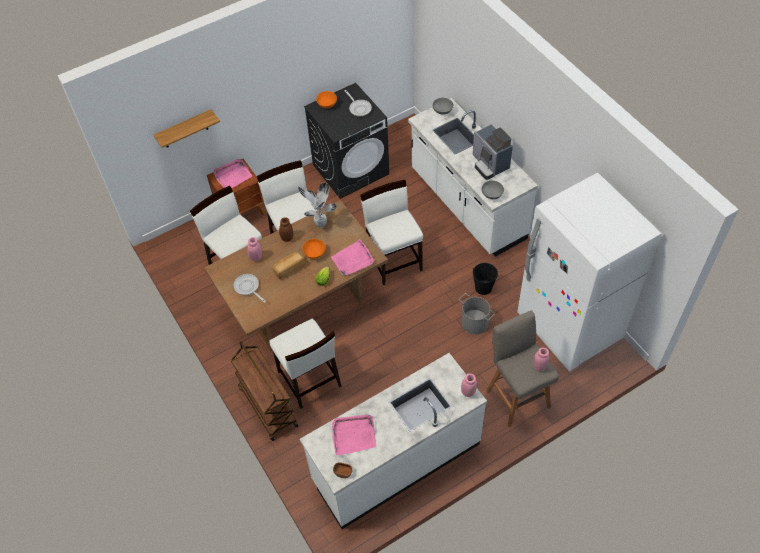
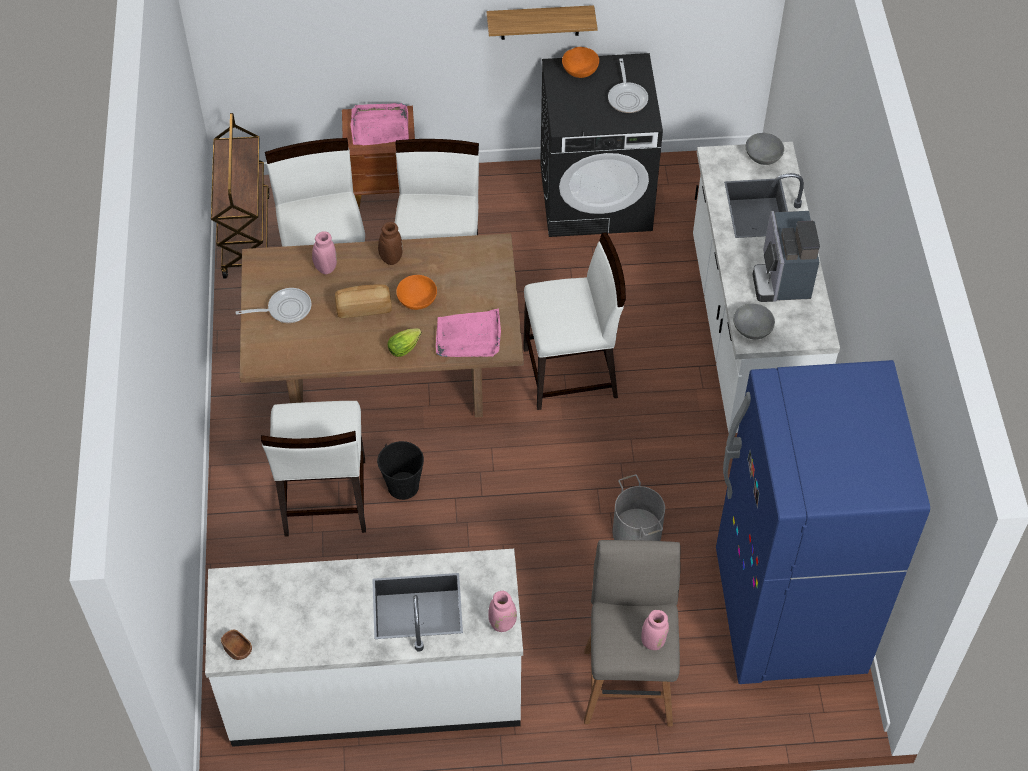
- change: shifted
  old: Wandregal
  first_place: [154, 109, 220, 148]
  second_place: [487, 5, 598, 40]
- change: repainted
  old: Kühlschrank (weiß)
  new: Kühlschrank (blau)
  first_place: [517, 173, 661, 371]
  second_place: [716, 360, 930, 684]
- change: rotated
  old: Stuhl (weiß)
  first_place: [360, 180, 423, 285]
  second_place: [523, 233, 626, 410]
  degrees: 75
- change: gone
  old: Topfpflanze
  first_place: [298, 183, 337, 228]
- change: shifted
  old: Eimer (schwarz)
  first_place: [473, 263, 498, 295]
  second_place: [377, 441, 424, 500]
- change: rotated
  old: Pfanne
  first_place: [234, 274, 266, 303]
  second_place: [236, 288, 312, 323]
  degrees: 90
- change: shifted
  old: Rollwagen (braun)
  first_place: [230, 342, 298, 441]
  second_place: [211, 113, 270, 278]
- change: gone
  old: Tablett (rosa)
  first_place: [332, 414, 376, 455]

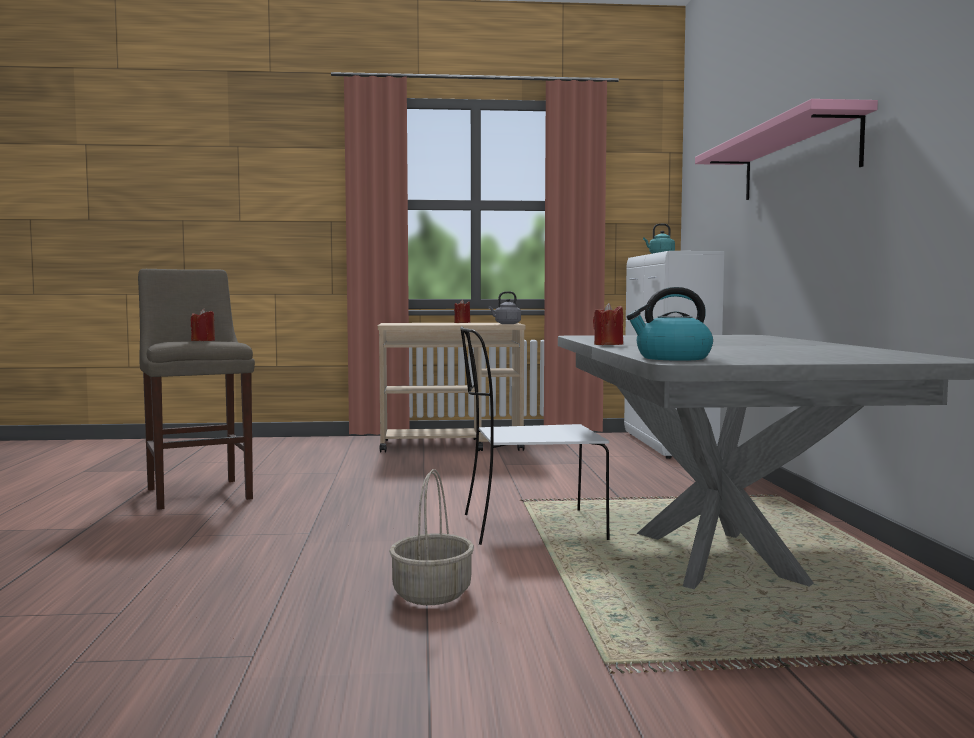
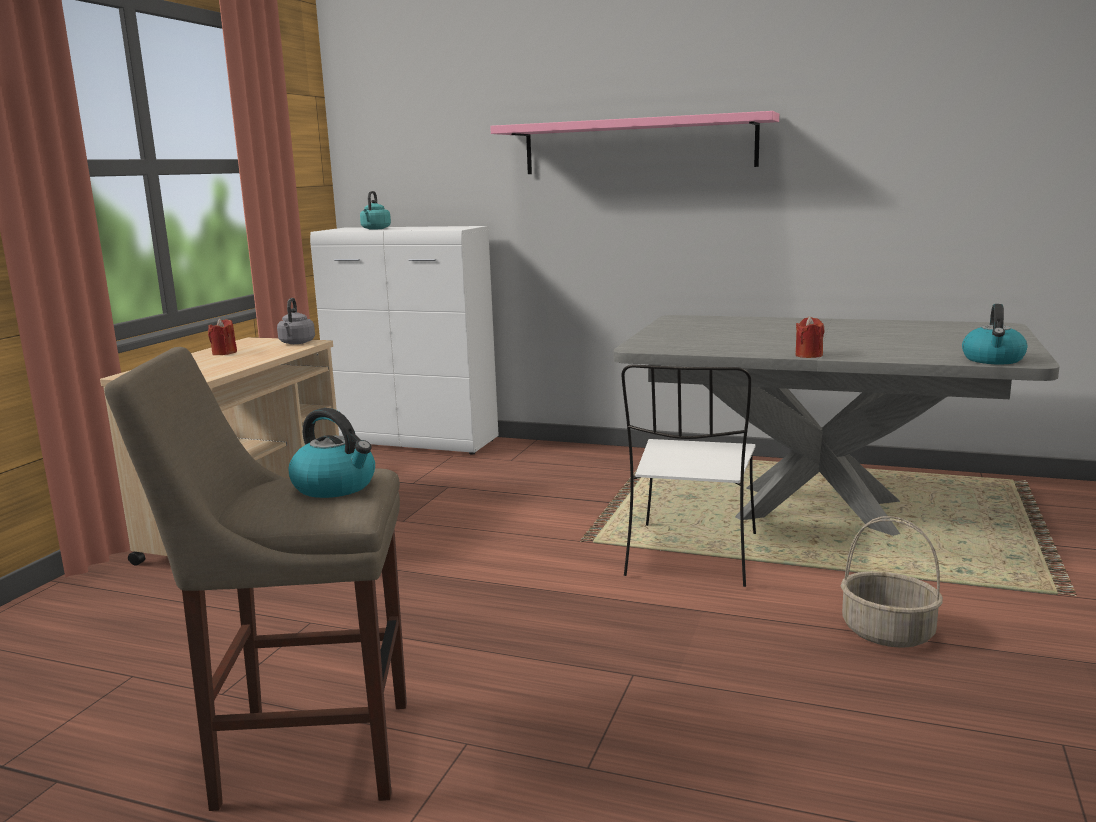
- change: swapped
  old: Kerze (rot)
  new: Wasserkessel
  first_place: [191, 309, 215, 341]
  second_place: [288, 408, 375, 498]

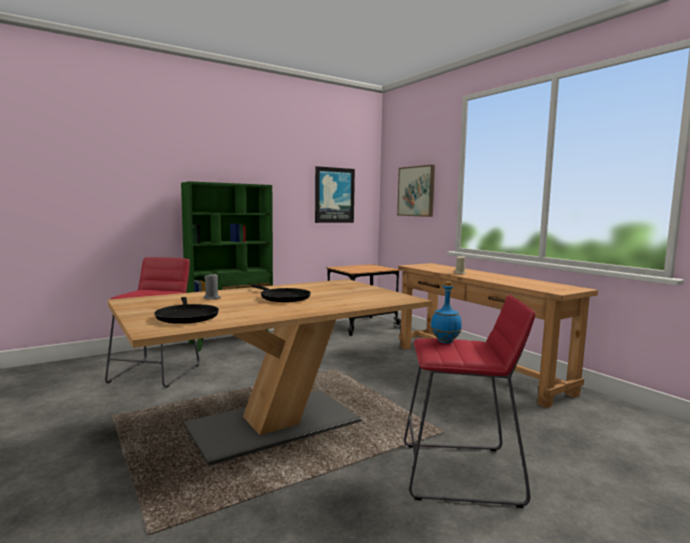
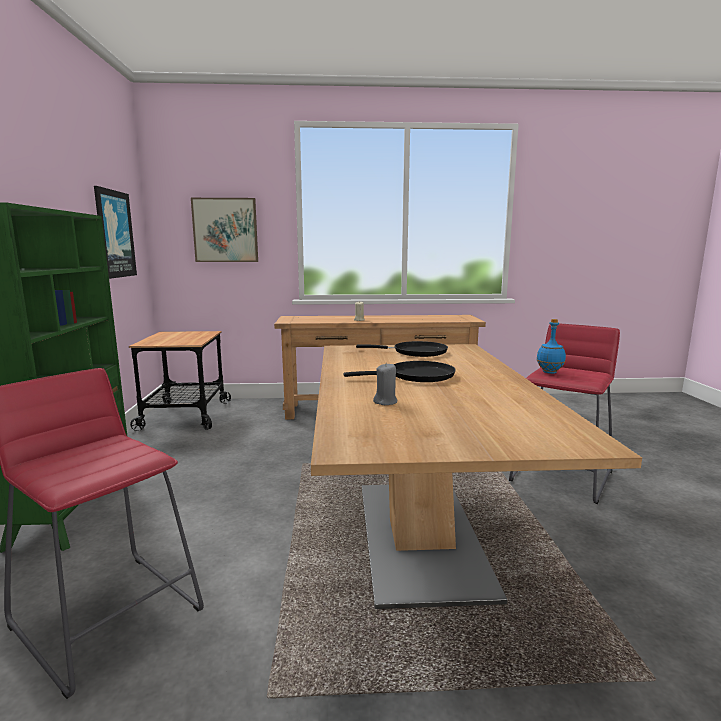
- change: shifted
  old: Pfanne (schwarz)
  first_place: [154, 297, 219, 324]
  second_place: [356, 341, 448, 357]

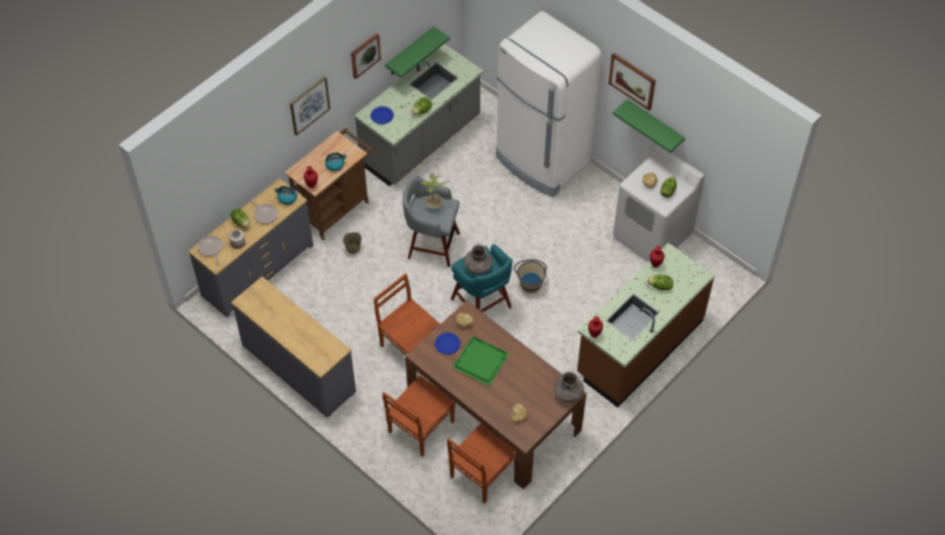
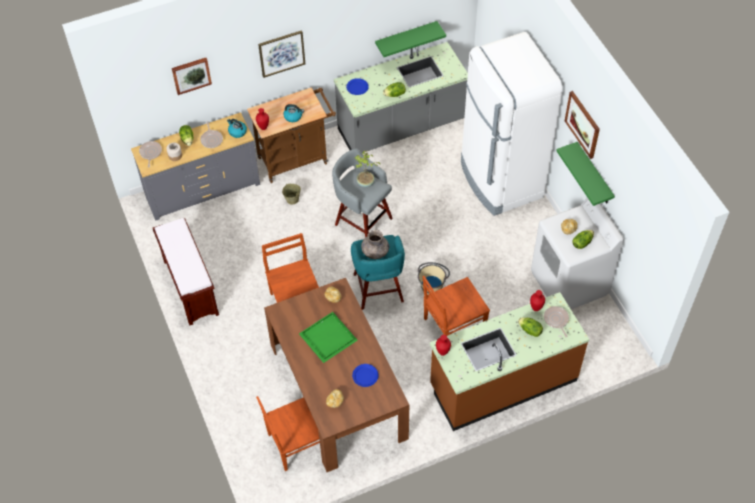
- change: shifted
  old: Bild
  first_place: [351, 33, 381, 79]
  second_place: [172, 58, 212, 95]
- change: swapped
  old: Kommode (grau)
  new: Bank (braun)
  first_place: [231, 277, 356, 418]
  second_place: [153, 218, 219, 326]
- change: shifted
  old: Teller (blau)
  first_place: [435, 332, 460, 354]
  second_place: [352, 364, 378, 387]
- change: gone
  old: Vase (grau)
  first_place: [554, 371, 584, 403]
- change: shifted
  old: Stuhl (braun)
  first_place: [382, 375, 455, 457]
  second_place: [423, 276, 490, 336]
- change: new
  new: Pfanne
  second_place: [544, 306, 569, 337]

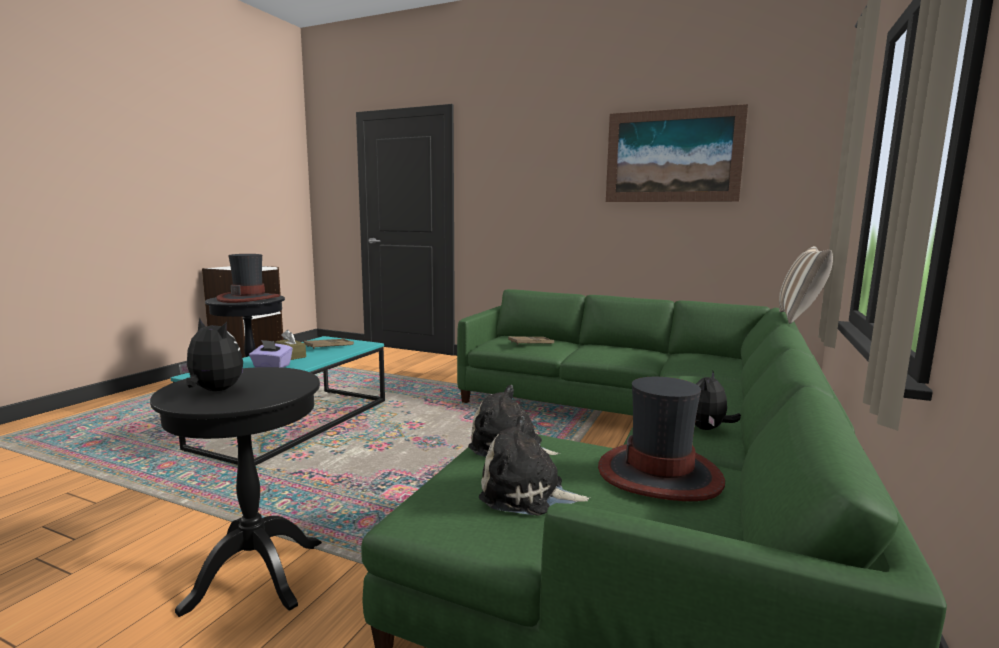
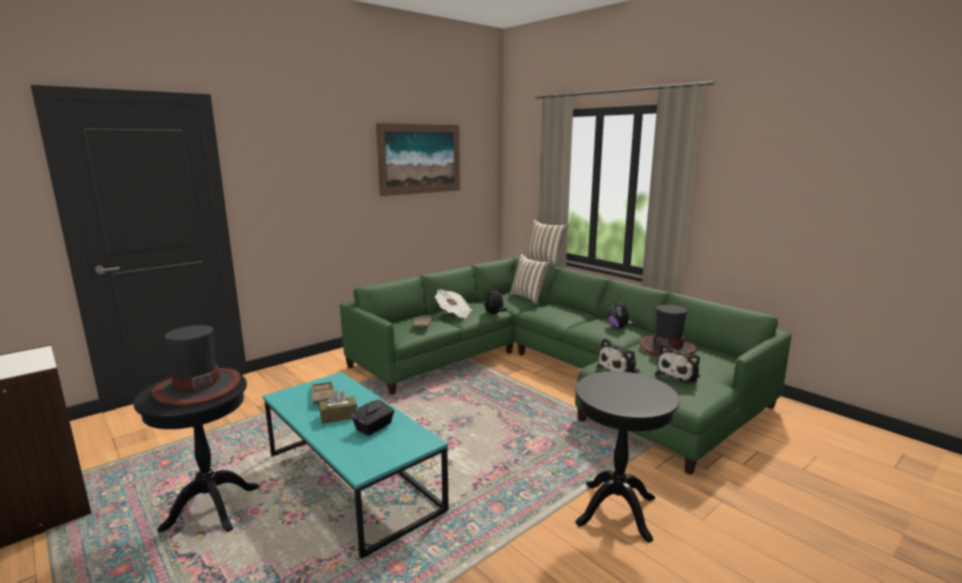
- change: shifted
  old: Plüschtier
  first_place: [179, 318, 243, 391]
  second_place: [485, 288, 507, 314]
- change: repainted
  old: Taschentuchbox (lila)
  new: Taschentuchbox (schwarz)
  first_place: [249, 340, 293, 368]
  second_place: [351, 400, 394, 436]
- change: new
  new: Kissen
  second_place: [510, 254, 551, 304]
- change: new
  new: Zeitung
  second_place: [435, 289, 472, 318]

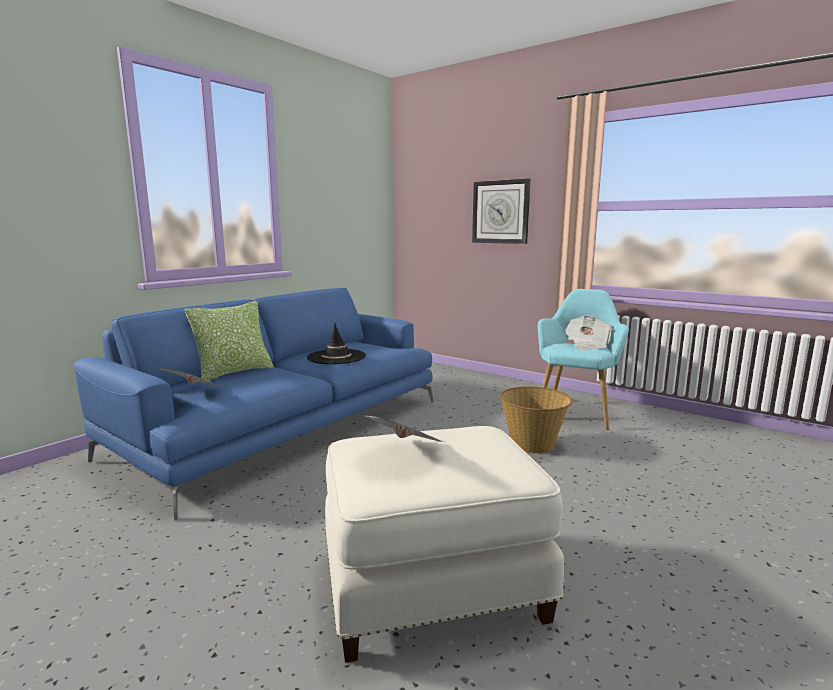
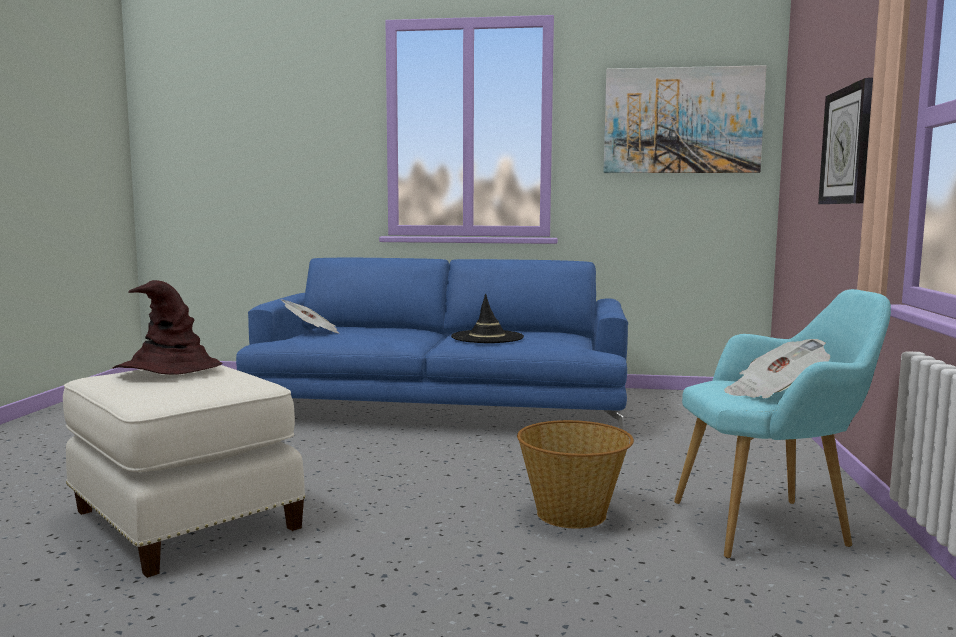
- change: gone
  old: Kissen
  first_place: [185, 301, 274, 380]
- change: swapped
  old: Zeitung
  new: Hut (braun)
  first_place: [355, 415, 446, 443]
  second_place: [112, 280, 222, 375]
- change: new
  new: Bild
  second_place: [603, 65, 766, 173]

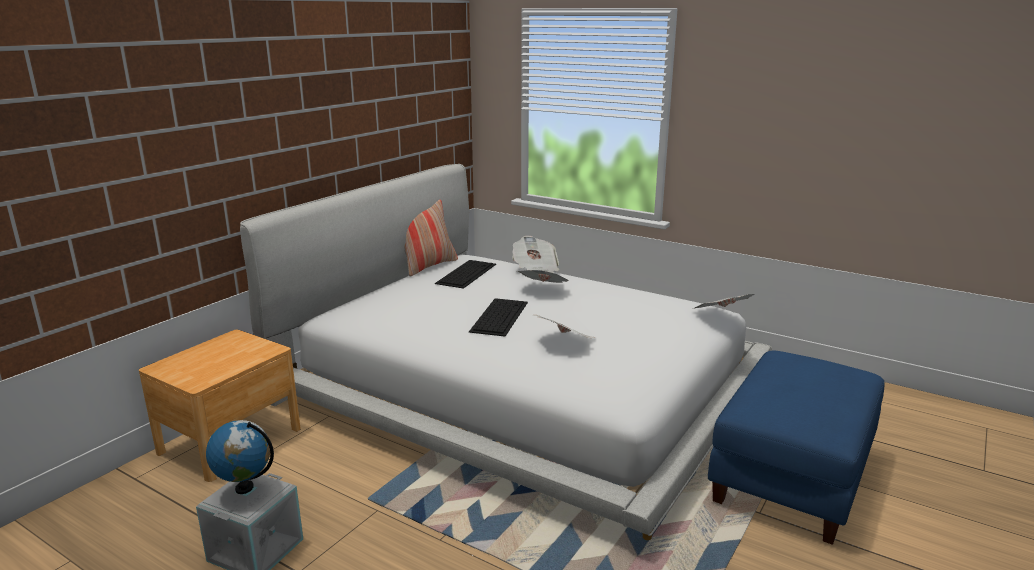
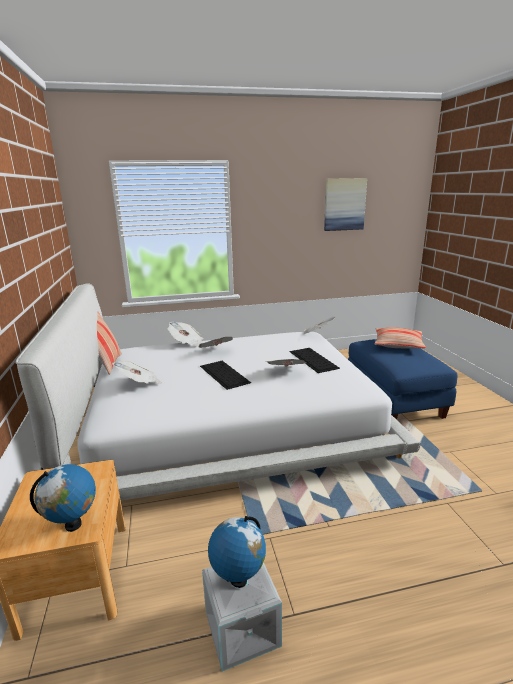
- change: shifted
  old: Tastatur
  first_place: [435, 260, 496, 289]
  second_place: [290, 348, 340, 373]
- change: new
  new: Bild
  second_place: [324, 178, 367, 231]
- change: new
  new: Kissen
  second_place: [374, 327, 426, 349]
- change: new
  new: Zeitung
  second_place: [112, 361, 162, 384]
- change: new
  new: Globus
  second_place: [30, 464, 96, 532]

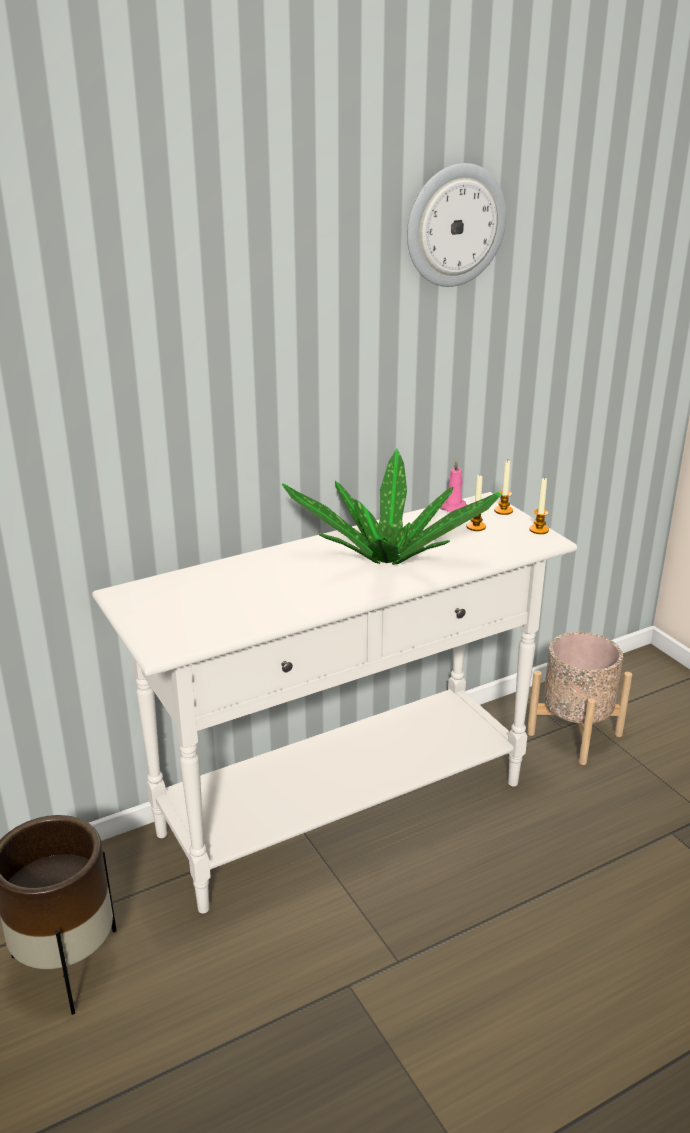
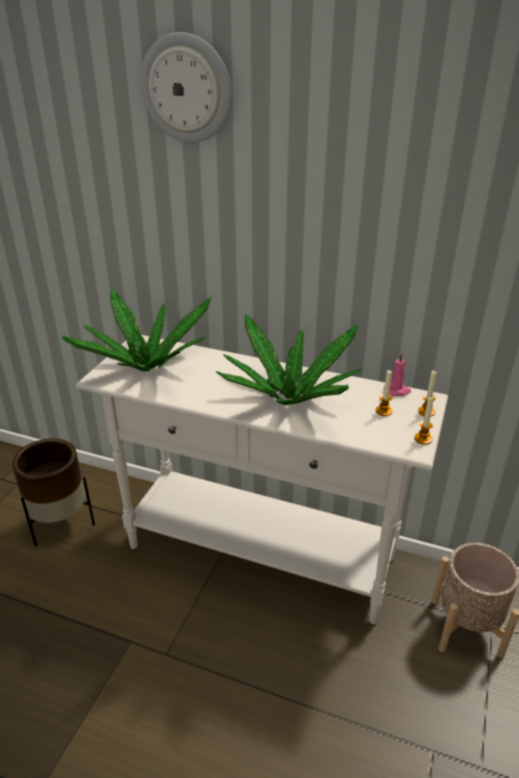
- change: shifted
  old: Wanduhr
  first_place: [407, 163, 506, 287]
  second_place: [140, 32, 231, 143]
- change: new
  new: Topfpflanze
  second_place: [62, 288, 211, 371]

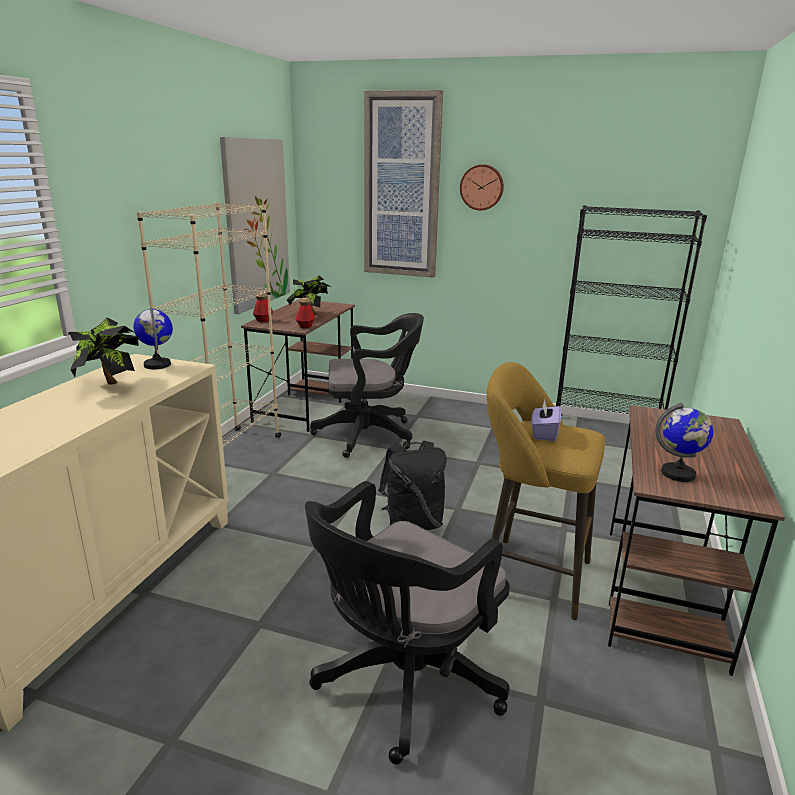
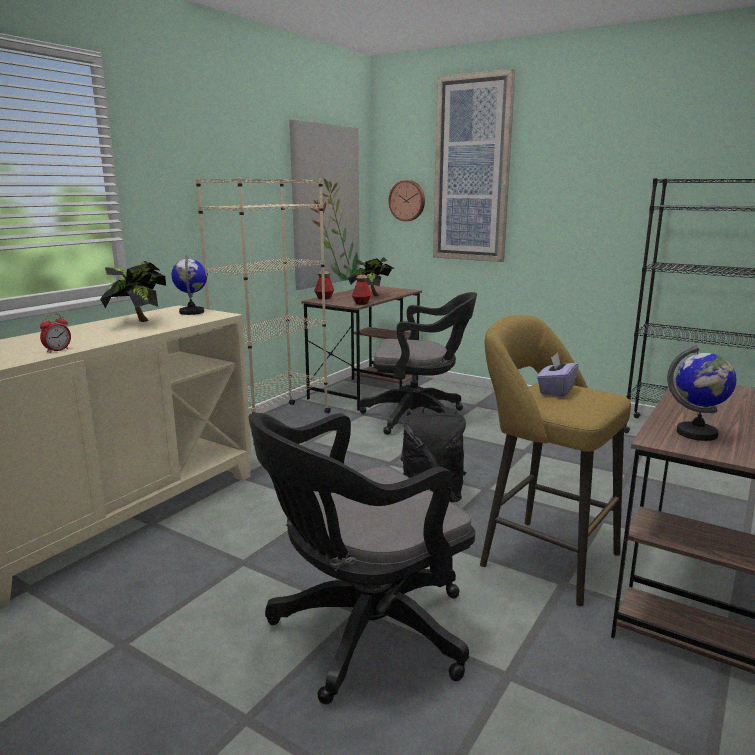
- change: shifted
  old: Wanduhr
  first_place: [460, 164, 504, 211]
  second_place: [388, 180, 425, 221]
- change: new
  new: Wecker
  second_place: [40, 313, 71, 353]

